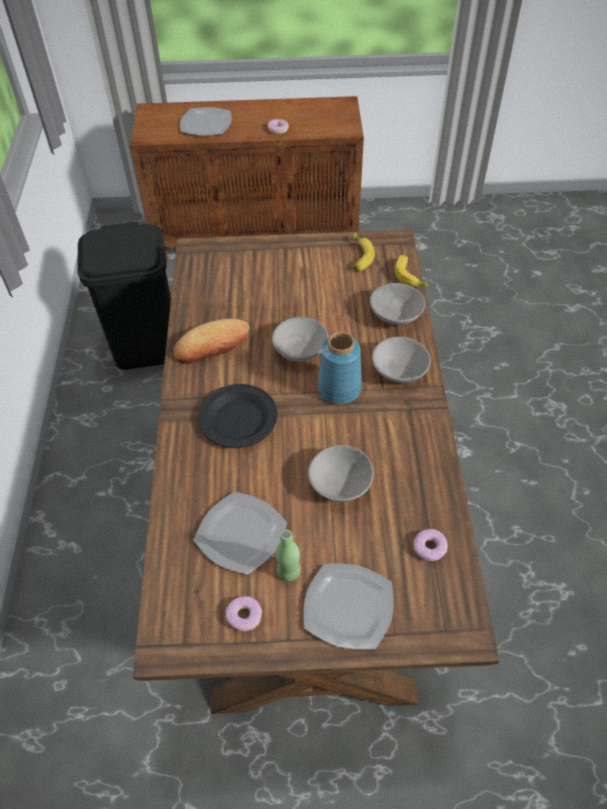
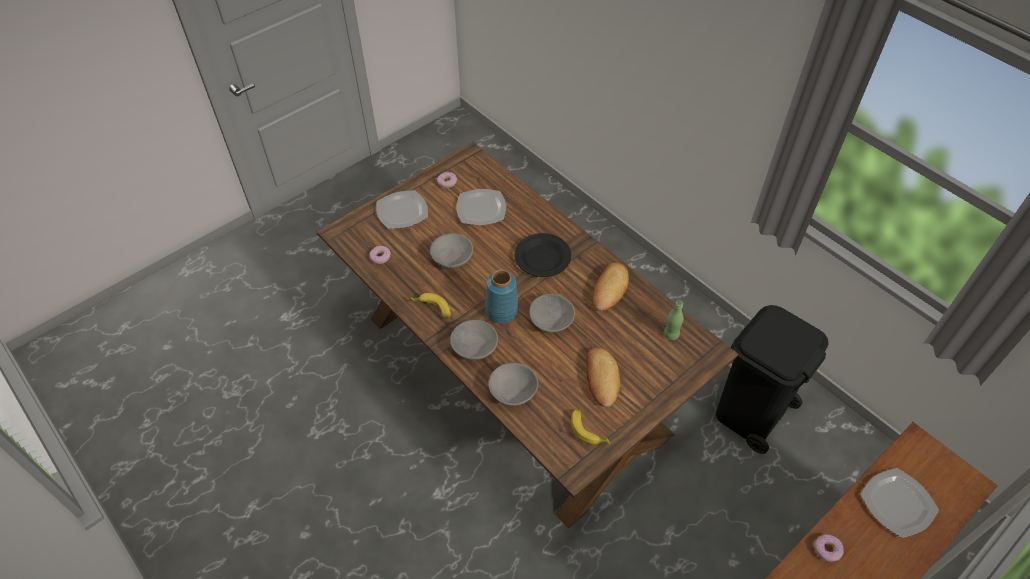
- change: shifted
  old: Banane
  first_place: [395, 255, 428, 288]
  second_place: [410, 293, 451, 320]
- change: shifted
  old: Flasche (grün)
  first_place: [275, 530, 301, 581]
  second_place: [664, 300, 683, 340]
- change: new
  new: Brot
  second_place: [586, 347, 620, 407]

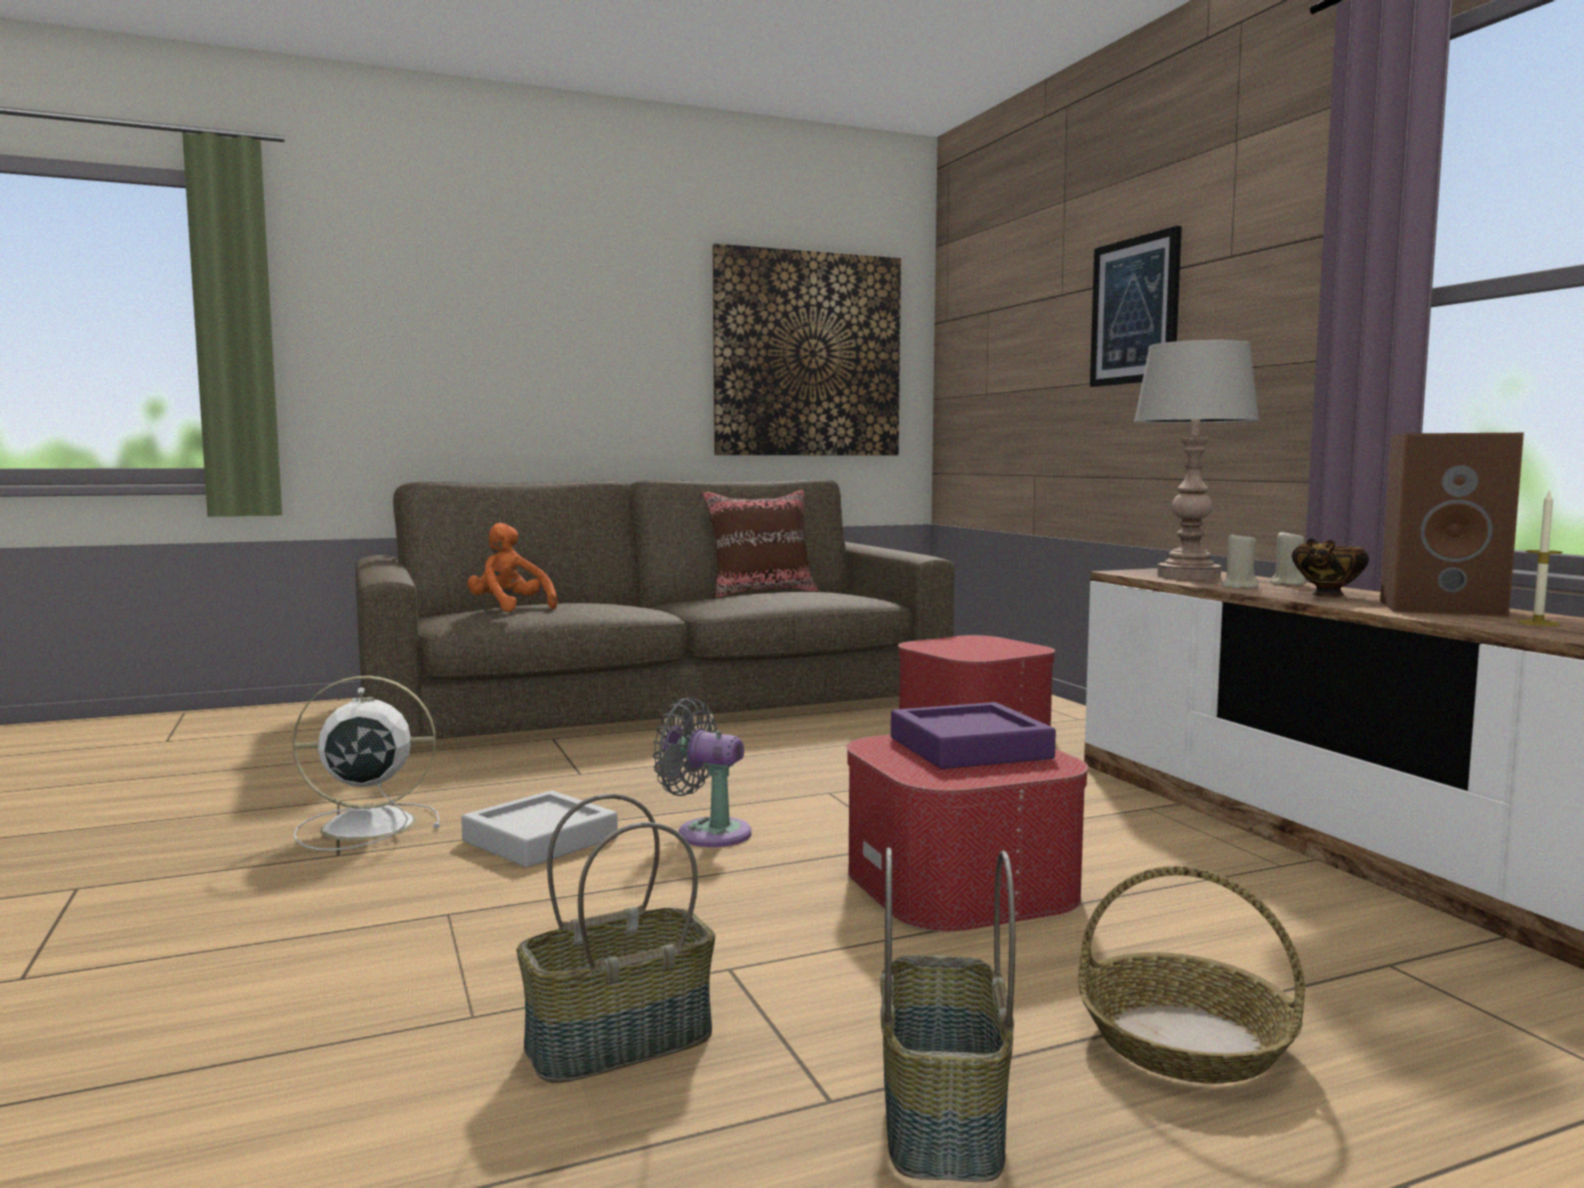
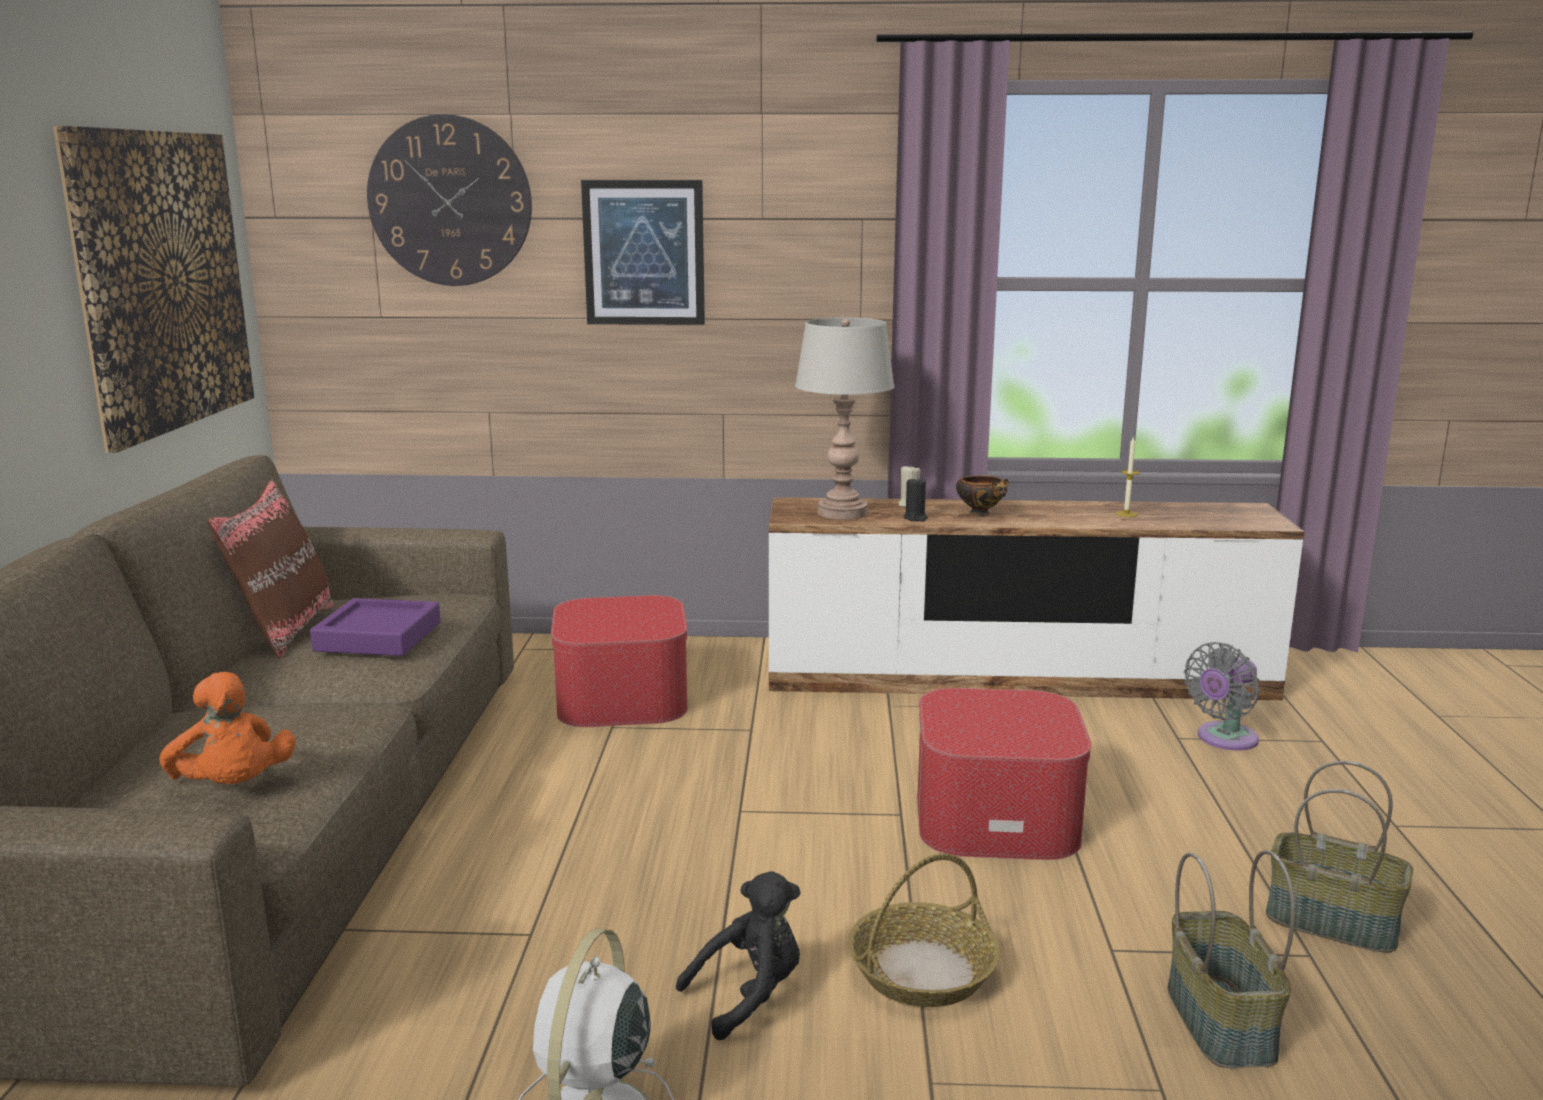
- change: gone
  old: Lautsprecher (braun)
  first_place: [1380, 433, 1524, 617]
- change: rotated
  old: Plüschtier (orange)
  first_place: [467, 523, 557, 612]
  second_place: [159, 672, 296, 784]
  degrees: -105
- change: repainted
  old: Kerze (beige)
  new: Kerze (schwarz)
  first_place: [1222, 532, 1258, 589]
  second_place: [903, 476, 928, 522]
- change: shifted
  old: Ventilator (grau)
  first_place: [653, 698, 751, 847]
  second_place: [1184, 642, 1260, 751]
- change: shifted
  old: Tablett (lila)
  first_place: [891, 702, 1056, 769]
  second_place: [310, 598, 441, 656]
- change: swapped
  old: Tablett (grau)
  new: Plüschtier (schwarz)
  first_place: [461, 791, 618, 867]
  second_place: [676, 871, 800, 1040]
- change: shifted
  old: Korb
  first_place: [1078, 866, 1305, 1083]
  second_place: [848, 853, 1000, 1007]
- change: new
  new: Wanduhr
  second_place: [367, 114, 532, 286]

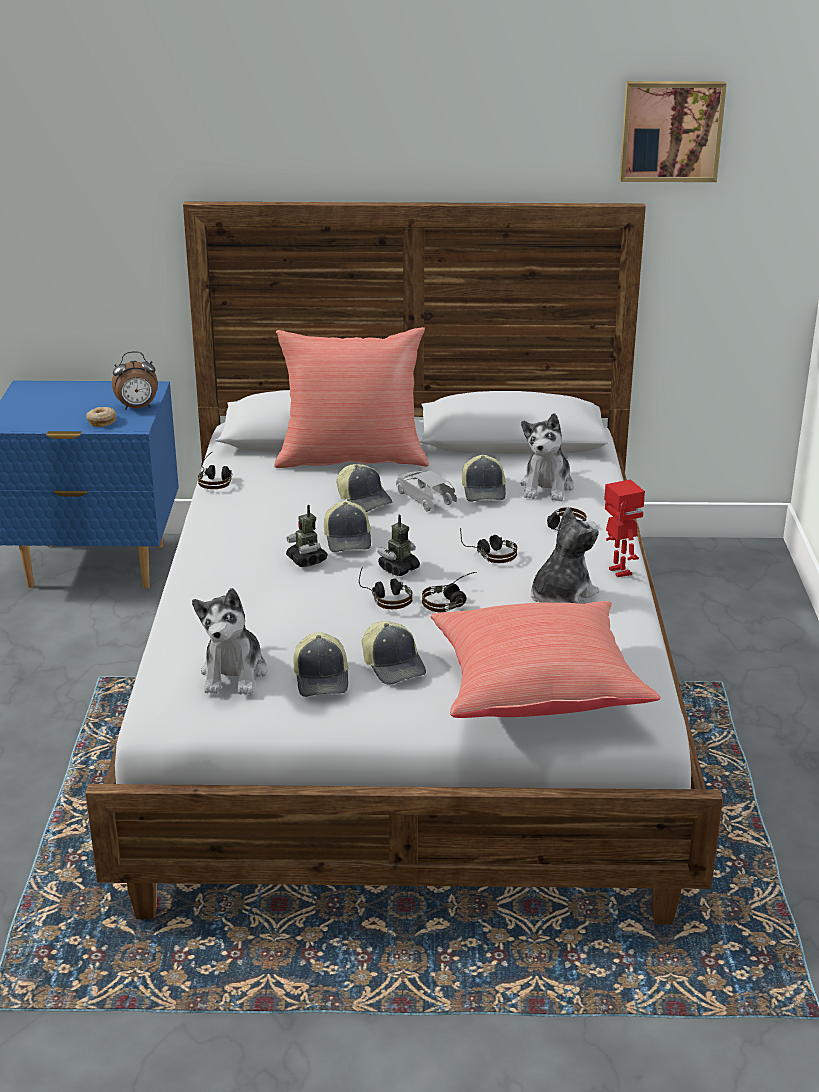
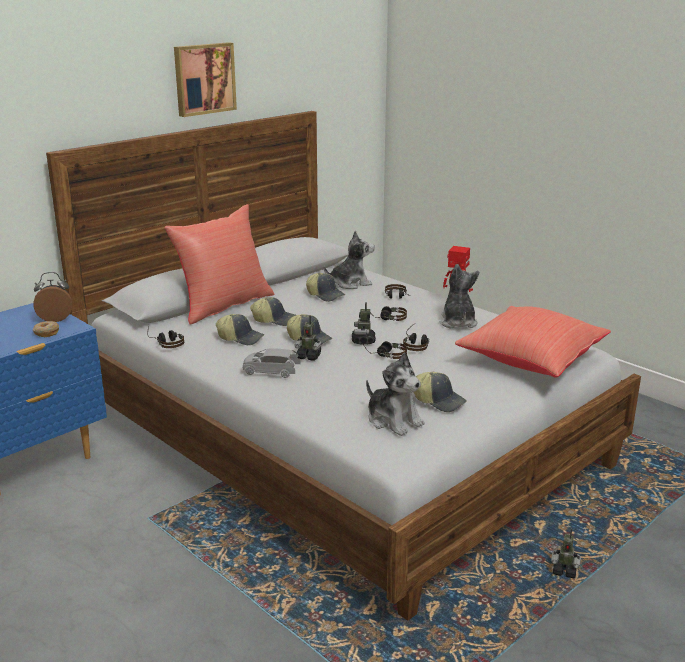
- change: shifted
  old: Bild
  first_place: [619, 81, 727, 182]
  second_place: [174, 42, 237, 117]
- change: rotated
  old: Wecker
  first_place: [112, 351, 158, 410]
  second_place: [33, 272, 72, 322]
  degrees: -135
- change: rotated
  old: Plüschtier
  first_place: [521, 413, 574, 501]
  second_place: [324, 231, 375, 289]
  degrees: -75
- change: shifted
  old: Spielzeugauto (grau)
  first_place: [396, 471, 457, 511]
  second_place: [243, 348, 301, 378]
- change: shifted
  old: Kappe
  first_place: [362, 621, 426, 685]
  second_place: [216, 314, 264, 345]
- change: new
  new: Spielzeugroboter
  second_place: [551, 529, 581, 578]

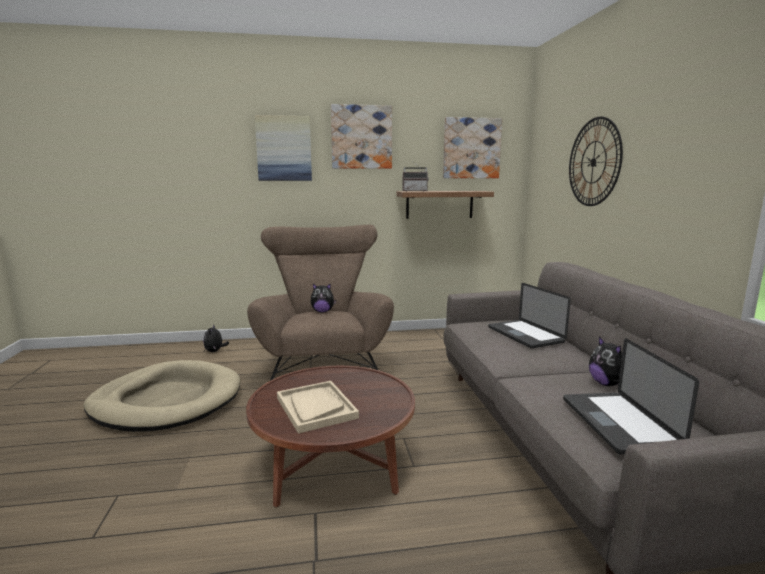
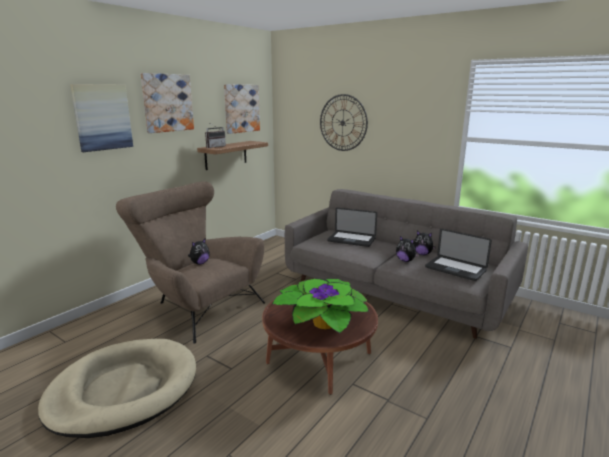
- change: shifted
  old: Plüschtier
  first_place: [204, 324, 229, 352]
  second_place: [396, 236, 419, 262]
- change: swapped
  old: Tablett (beige)
  new: Topfpflanze
  first_place: [277, 381, 359, 434]
  second_place: [271, 279, 369, 333]

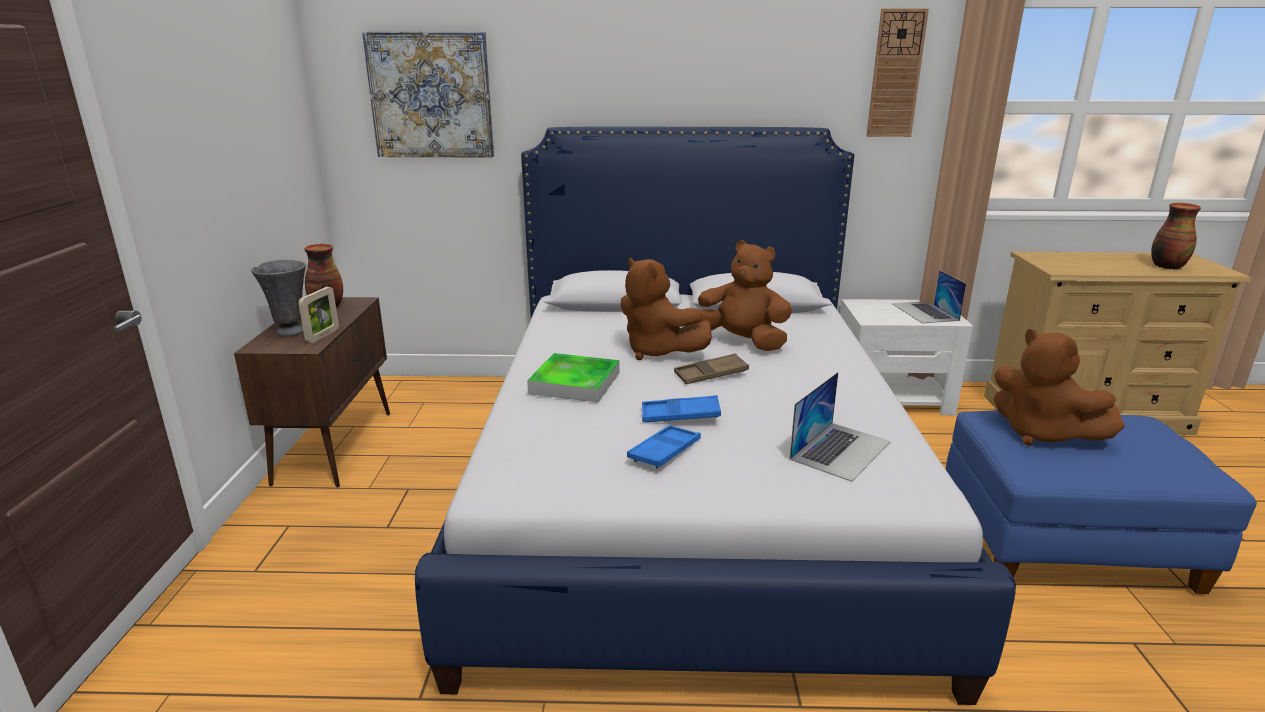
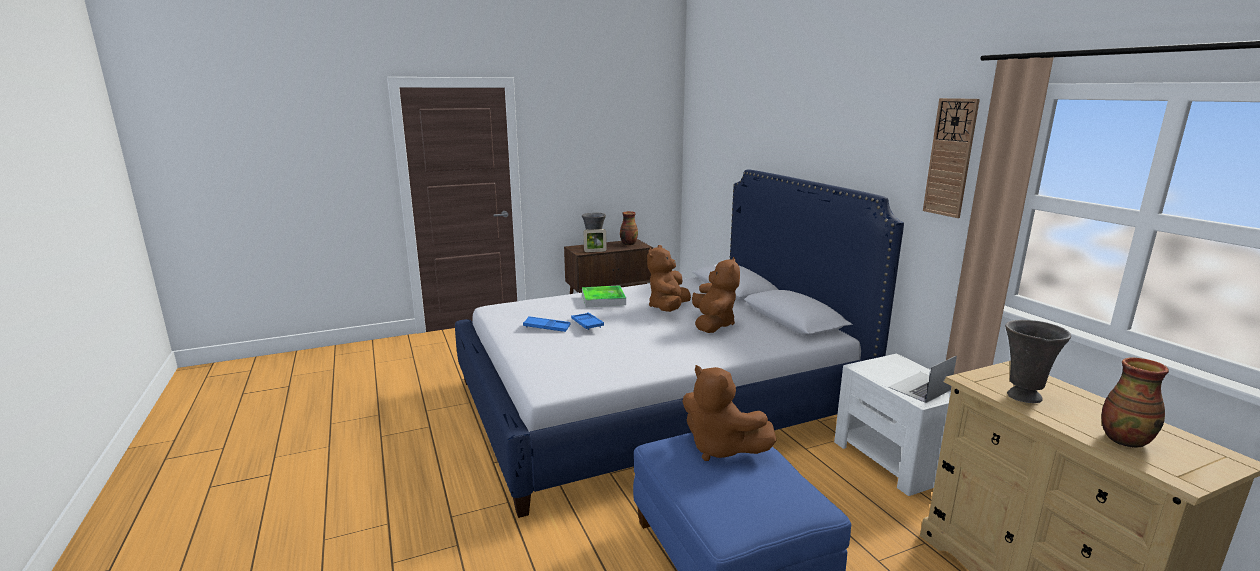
- change: gone
  old: Bild
  first_place: [362, 32, 494, 158]
- change: rotated
  old: Plüschtier (braun)
  first_place: [994, 329, 1125, 445]
  second_place: [682, 365, 777, 461]
  degrees: -75
- change: gone
  old: Tablett (braun)
  first_place: [674, 353, 749, 384]
- change: gone
  old: Laptop
  first_place: [790, 372, 891, 482]
- change: new
  new: Vase (grau)
  second_place: [1005, 320, 1071, 403]

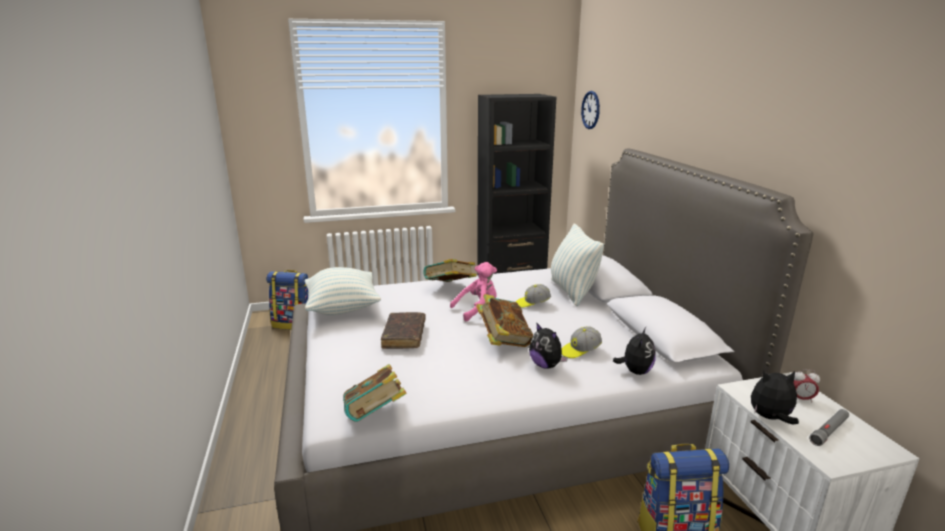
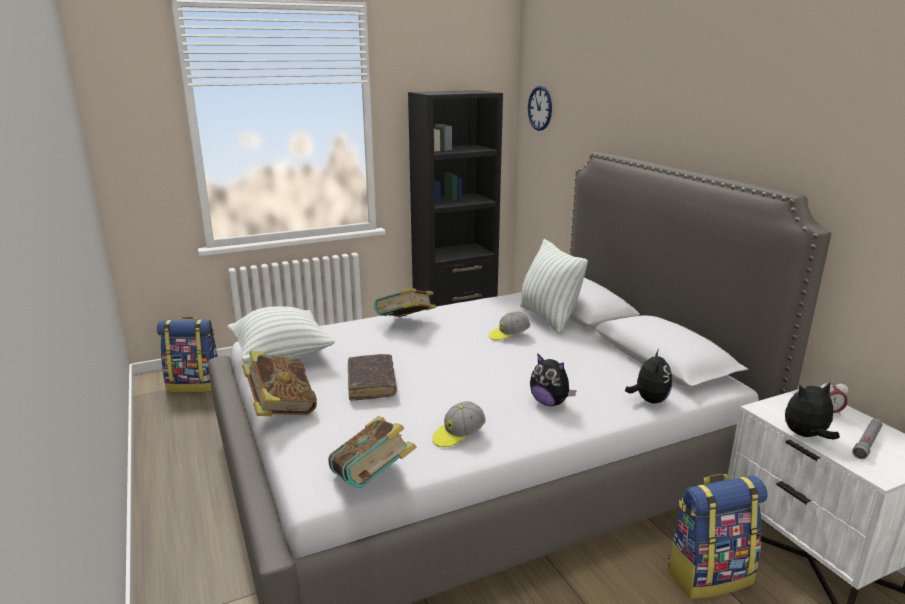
- change: gone
  old: Plüschtier (rosa)
  first_place: [450, 262, 497, 321]
- change: shifted
  old: Buch
  first_place: [476, 294, 533, 347]
  second_place: [242, 351, 317, 416]
- change: shifted
  old: Kappe
  first_place: [562, 326, 602, 358]
  second_place: [432, 401, 486, 447]

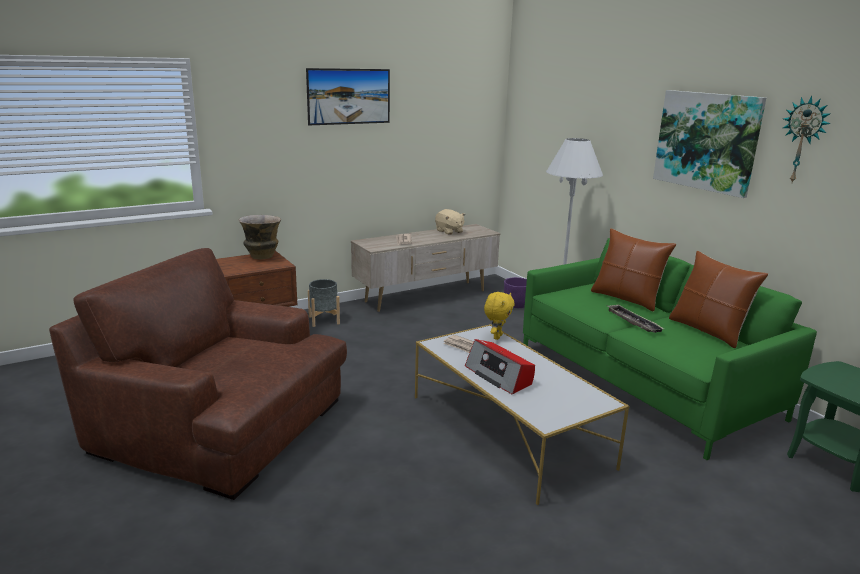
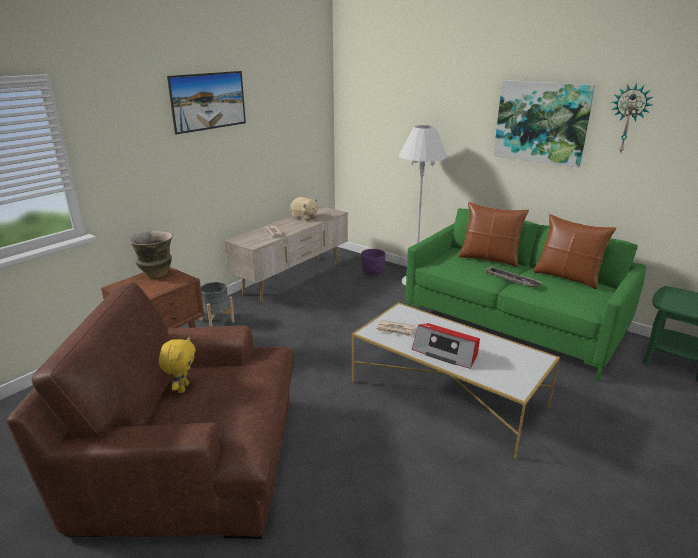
- change: shifted
  old: Plüschtier (gelb)
  first_place: [484, 292, 515, 340]
  second_place: [159, 337, 196, 393]

